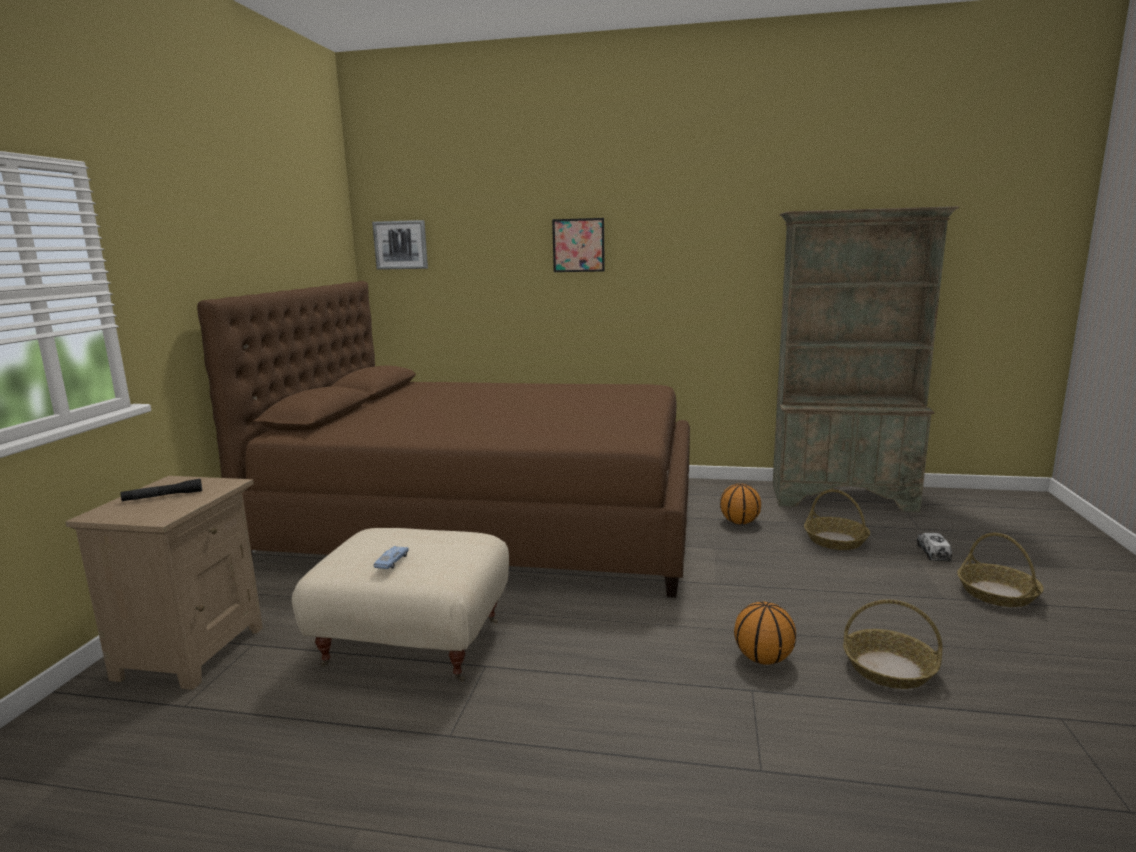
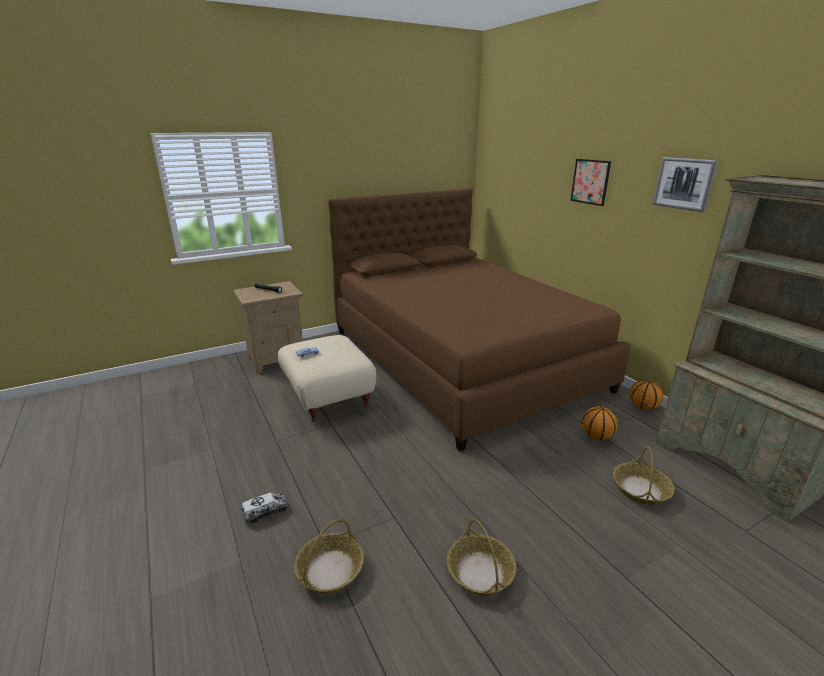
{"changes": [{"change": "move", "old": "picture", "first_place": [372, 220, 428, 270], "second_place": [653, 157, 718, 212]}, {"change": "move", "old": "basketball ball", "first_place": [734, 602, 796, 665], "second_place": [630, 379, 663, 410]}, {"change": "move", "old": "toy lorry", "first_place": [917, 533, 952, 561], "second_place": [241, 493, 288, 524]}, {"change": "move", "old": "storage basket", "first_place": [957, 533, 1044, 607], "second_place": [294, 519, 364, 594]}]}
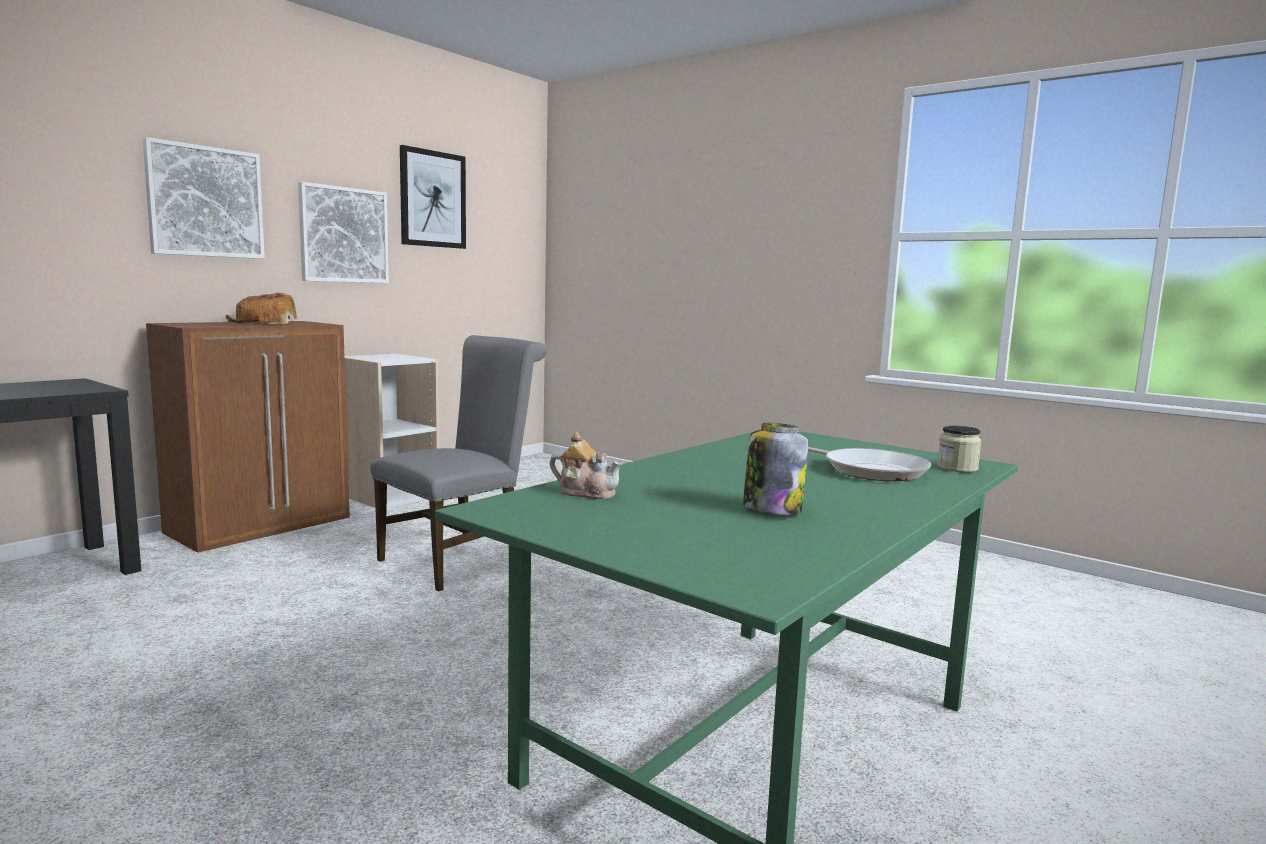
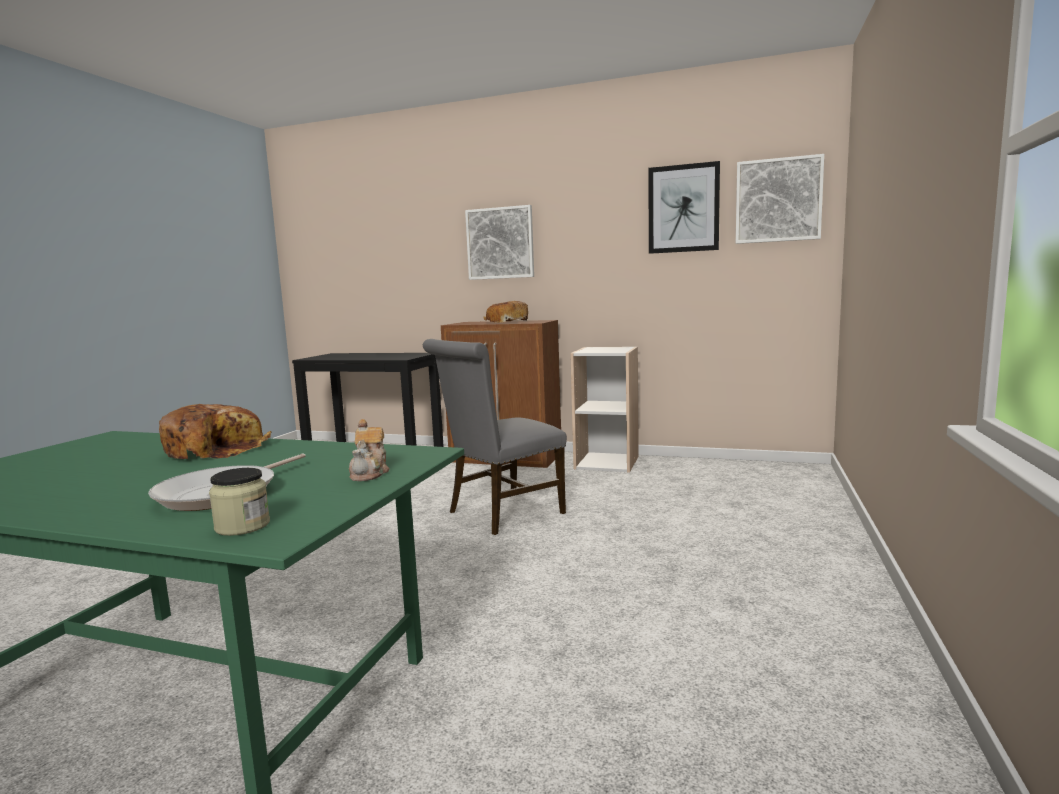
{"changes": [{"change": "delete", "old": "jar", "first_place": [743, 423, 808, 515]}, {"change": "insert", "new": "bakery bread", "second_place": [159, 404, 271, 459]}, {"change": "move", "old": "picture", "first_place": [298, 182, 389, 283], "second_place": [736, 154, 824, 244]}, {"change": "move", "old": "teapot", "first_place": [550, 432, 623, 499], "second_place": [349, 419, 389, 481]}, {"change": "rotate", "old": "plain chair/grey", "first_place": [370, 335, 547, 592], "second_place": [423, 339, 567, 535], "degrees": 120}]}
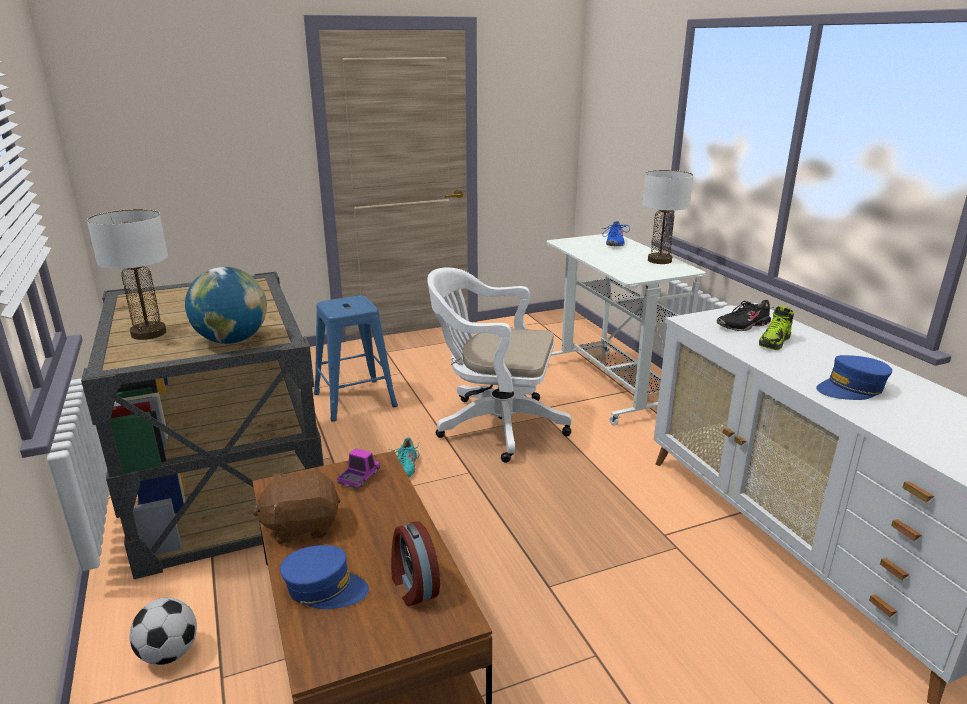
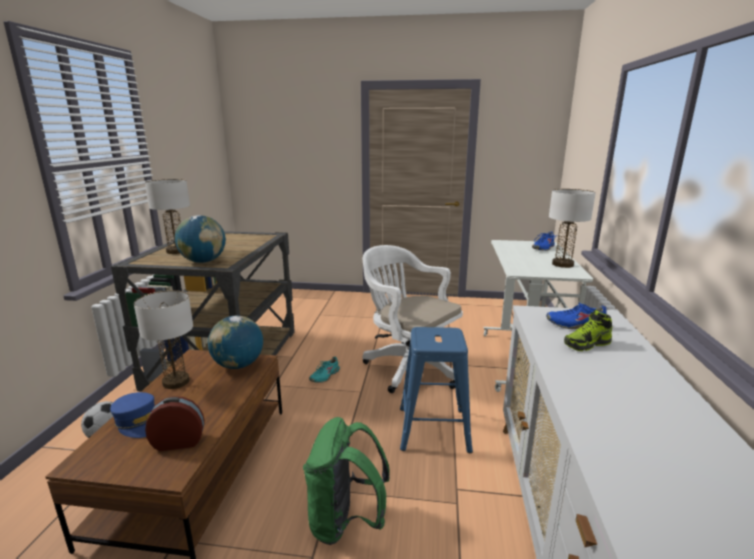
{"changes": [{"change": "delete", "old": "peaked cap/blue-coloured", "first_place": [816, 355, 892, 400]}, {"change": "insert", "new": "rucksack/green", "second_place": [303, 417, 390, 545]}, {"change": "move", "old": "stool seat/blue-coloured", "first_place": [314, 295, 398, 422], "second_place": [400, 327, 473, 453]}, {"change": "replace", "old": "soft toy/brown-coloured", "new": "table lamp", "first_place": [253, 471, 341, 544], "second_place": [134, 290, 193, 389]}, {"change": "replace", "old": "toy lorry", "new": "world globe", "first_place": [337, 448, 380, 489], "second_place": [208, 316, 263, 369]}, {"change": "recolor", "old": "item of footwear/black", "new": "item of footwear/blue-coloured", "first_place": [717, 299, 774, 331], "second_place": [546, 302, 607, 329]}, {"change": "rotate", "old": "alarm clock", "first_place": [391, 521, 440, 606], "second_place": [145, 396, 205, 451], "degrees": 75}]}
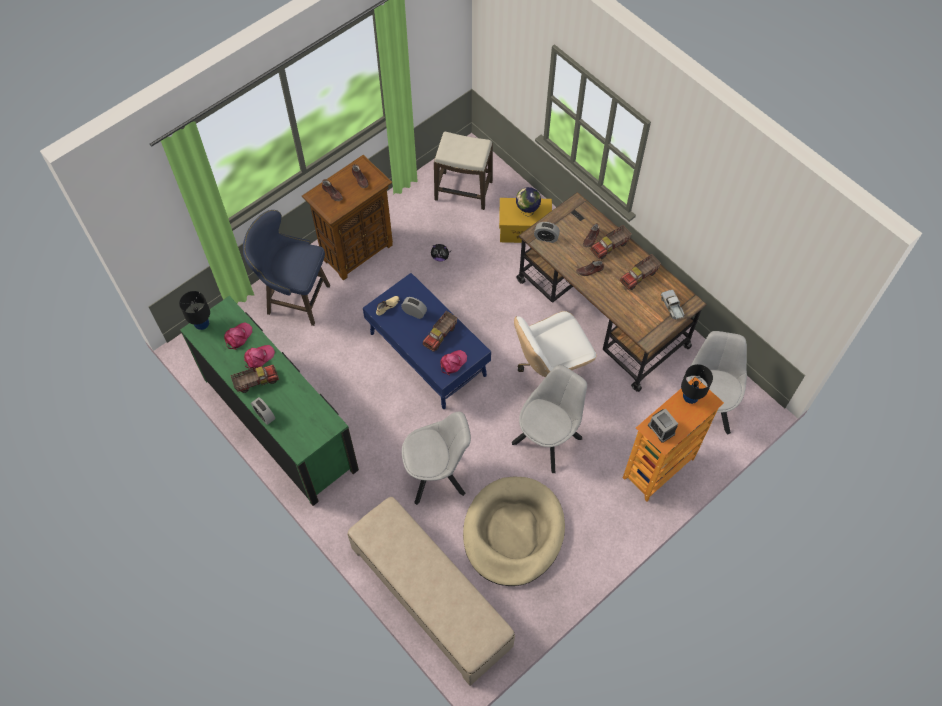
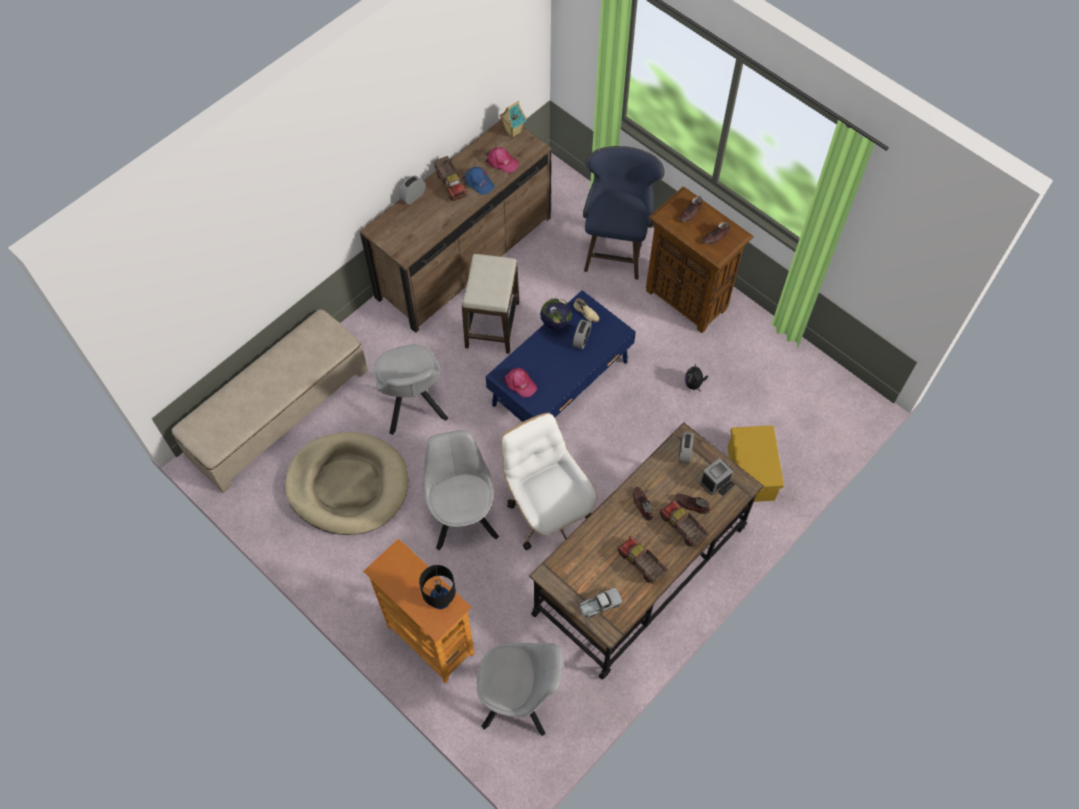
{"changes": [{"change": "delete", "old": "toy lorry", "first_place": [423, 311, 457, 352]}, {"change": "move", "old": "stool seat", "first_place": [434, 132, 493, 210], "second_place": [462, 254, 519, 354]}, {"change": "move", "old": "world globe", "first_place": [516, 187, 541, 217], "second_place": [540, 298, 572, 334]}, {"change": "move", "old": "alarm clock", "first_place": [648, 409, 678, 443], "second_place": [699, 458, 733, 495]}, {"change": "replace", "old": "table lamp/black", "new": "model house", "first_place": [179, 291, 210, 330], "second_place": [499, 101, 527, 138]}, {"change": "recolor", "old": "dresser/green", "new": "dresser/brown-coloured", "first_place": [180, 296, 359, 506], "second_place": [360, 119, 551, 333]}, {"change": "recolor", "old": "peaked cap/pink-coloured", "new": "peaked cap/blue-coloured", "first_place": [244, 345, 275, 369], "second_place": [463, 167, 494, 195]}, {"change": "rotate", "old": "plain chair/grey", "first_place": [512, 365, 587, 473], "second_place": [423, 430, 499, 550], "degrees": -135}]}
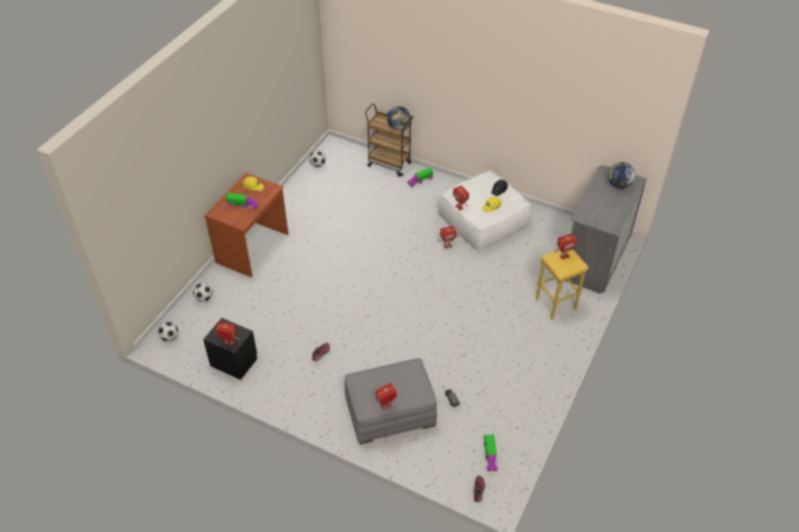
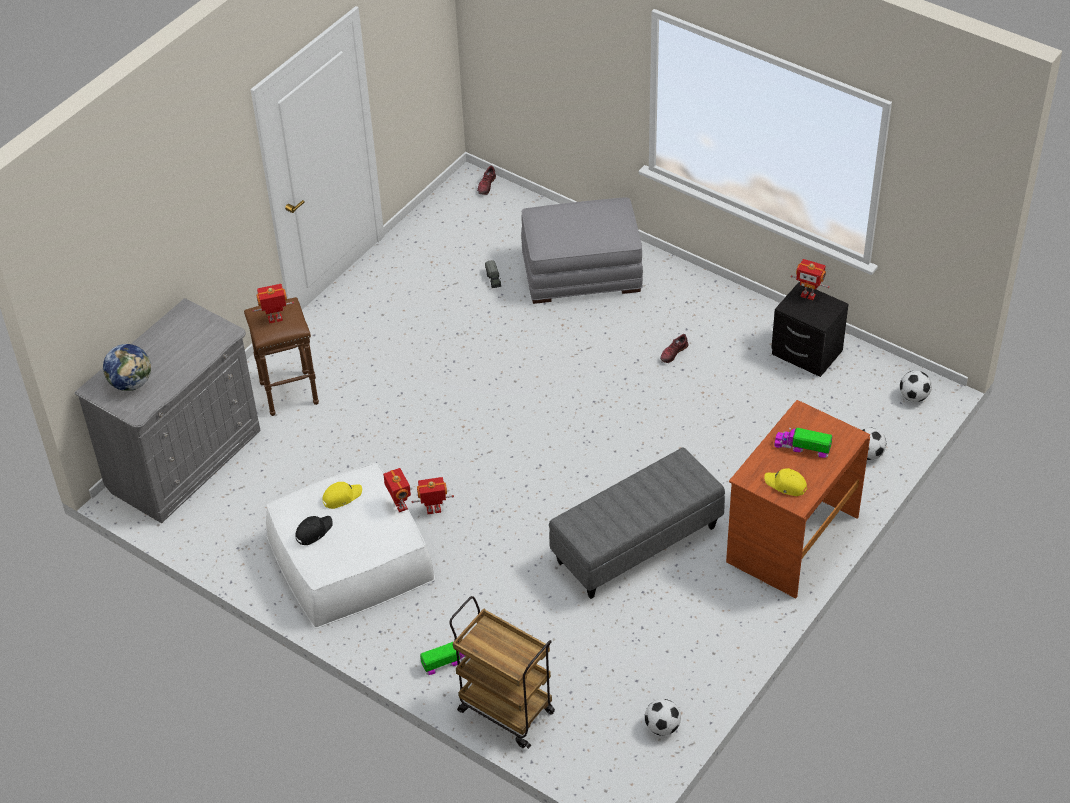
{"changes": [{"change": "delete", "old": "model robot", "first_place": [374, 383, 399, 410]}, {"change": "delete", "old": "world globe", "first_place": [387, 106, 410, 130]}, {"change": "delete", "old": "toy lorry", "first_place": [484, 435, 498, 471]}, {"change": "insert", "new": "pouffe/grey", "second_place": [549, 447, 725, 599]}, {"change": "recolor", "old": "stool seat/yellow-coloured", "new": "stool seat/brown-coloured", "first_place": [536, 249, 588, 320], "second_place": [244, 297, 319, 416]}]}
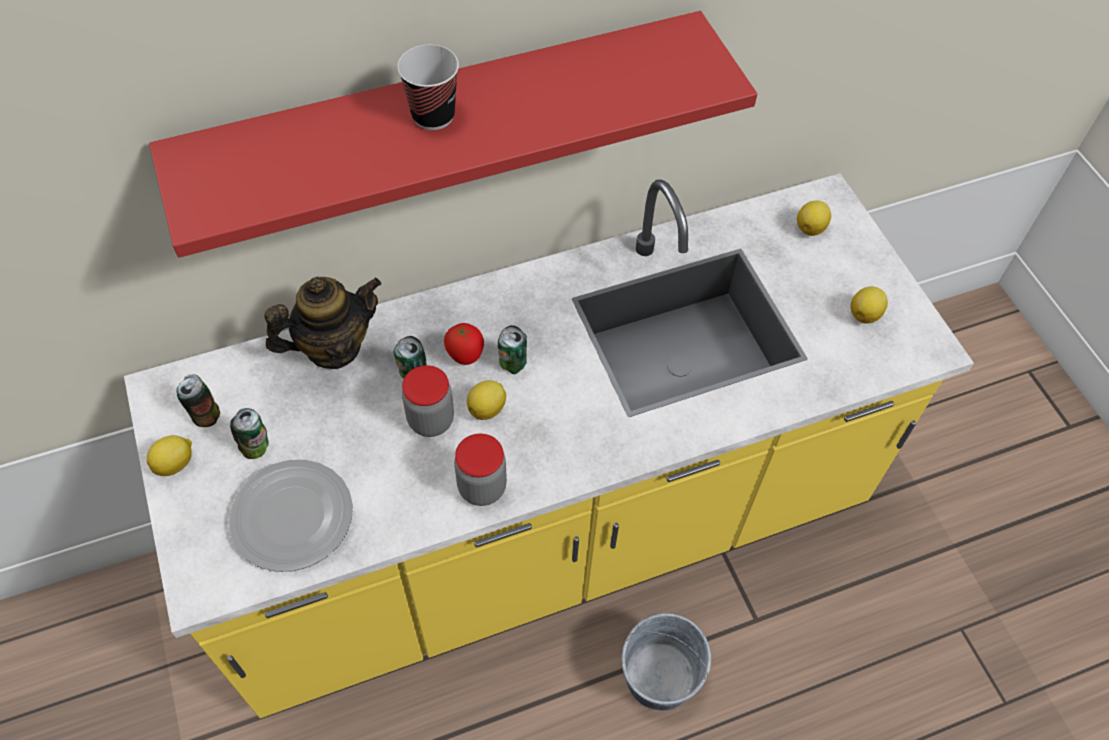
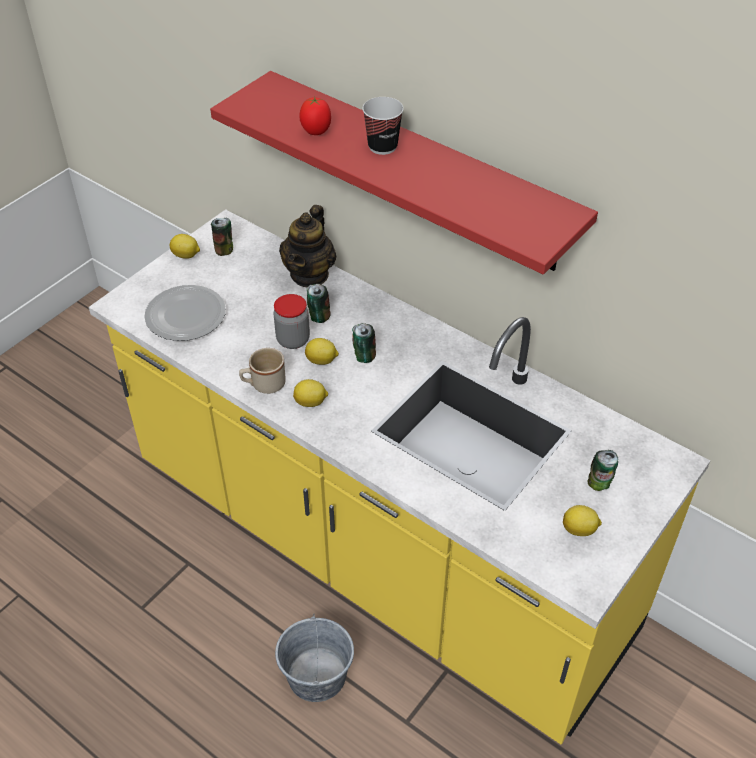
{"changes": [{"change": "move", "old": "sealed can", "first_place": [230, 408, 269, 459], "second_place": [587, 450, 618, 491]}, {"change": "move", "old": "tomato", "first_place": [444, 323, 484, 365], "second_place": [299, 97, 331, 135]}, {"change": "move", "old": "lemon", "first_place": [797, 200, 831, 236], "second_place": [293, 379, 328, 407]}, {"change": "replace", "old": "jar", "new": "tea mug/sand-coloured", "first_place": [454, 434, 507, 506], "second_place": [239, 348, 286, 394]}, {"change": "rotate", "old": "teapot", "first_place": [264, 277, 381, 369], "second_place": [279, 205, 337, 287], "degrees": 75}]}
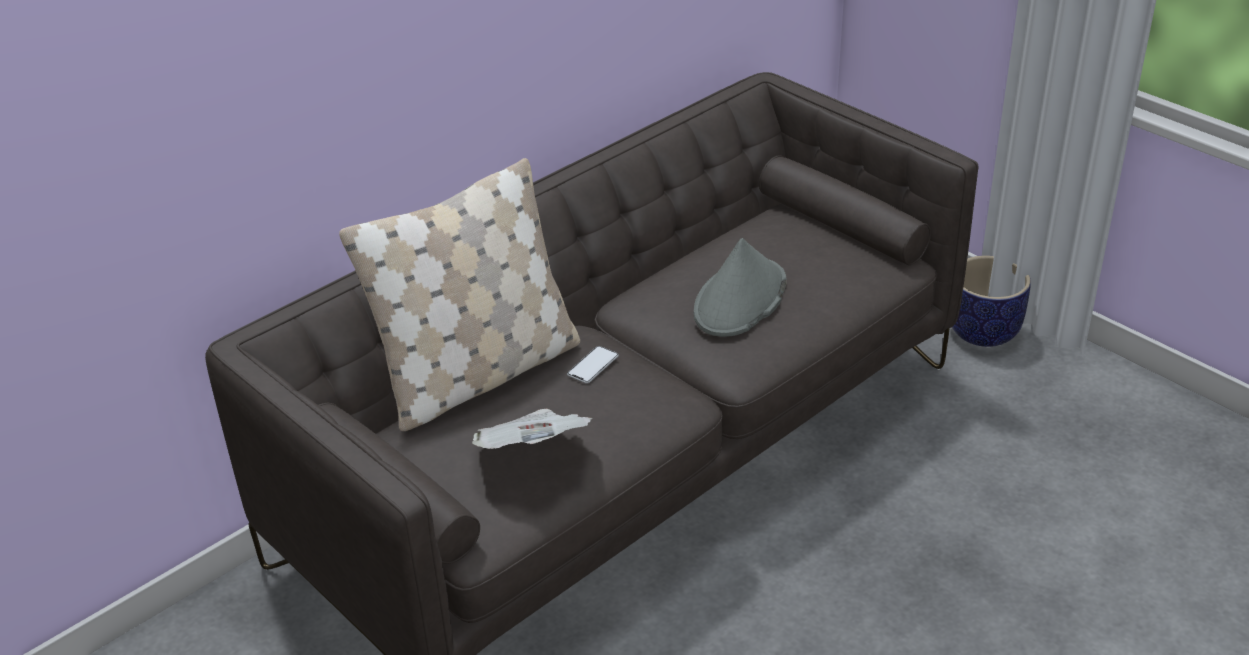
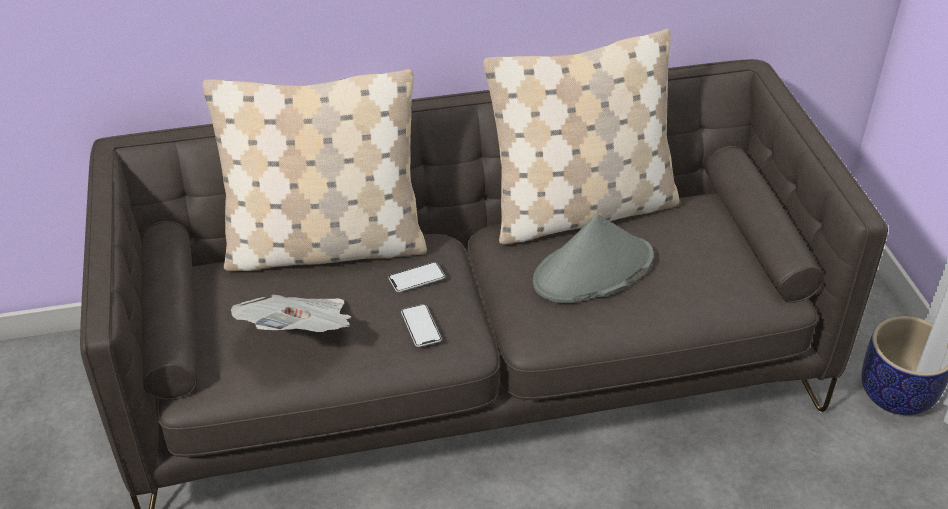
{"changes": [{"change": "insert", "new": "telephone", "second_place": [401, 304, 442, 347]}, {"change": "insert", "new": "cushion/sand-coloured", "second_place": [483, 29, 679, 244]}]}
